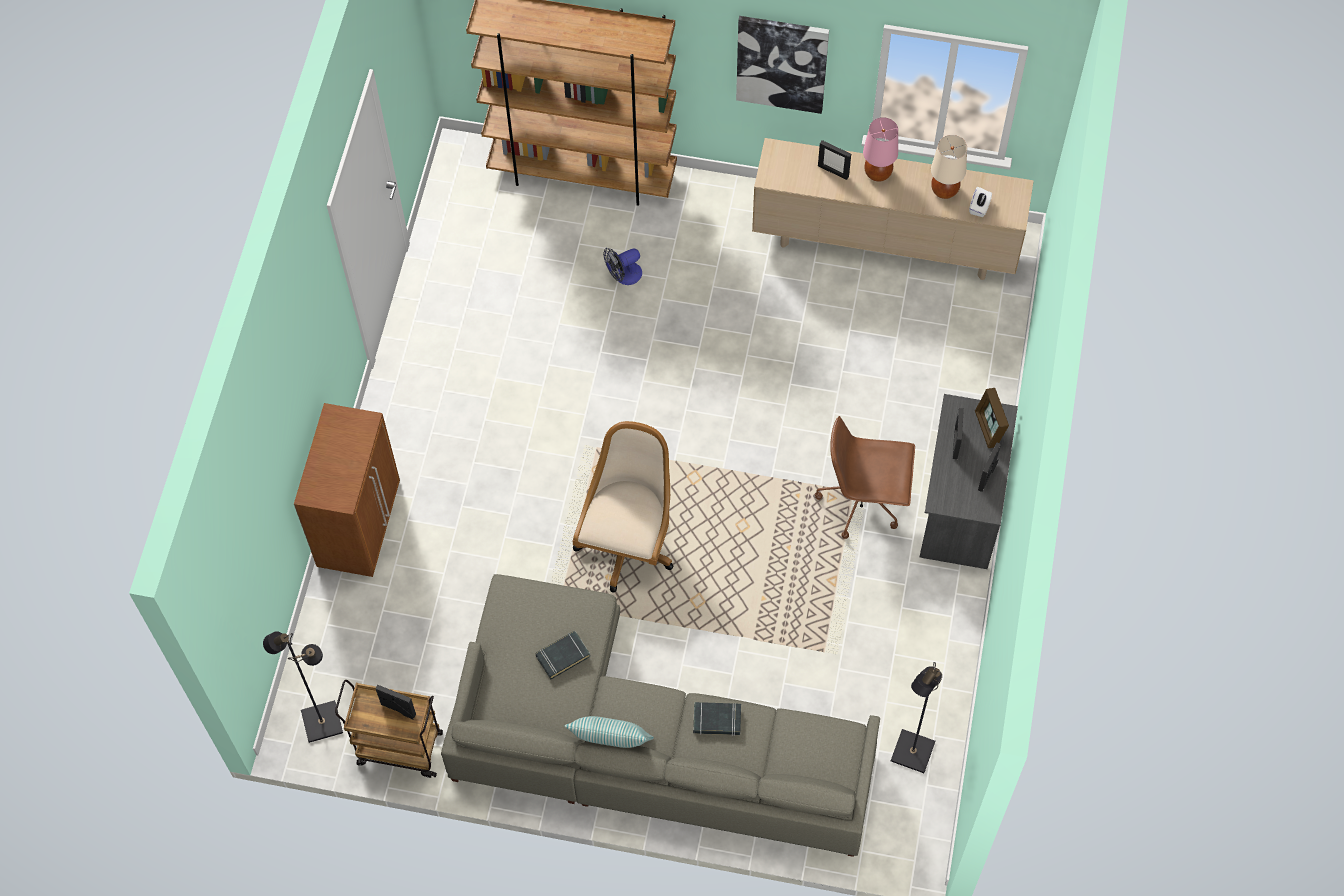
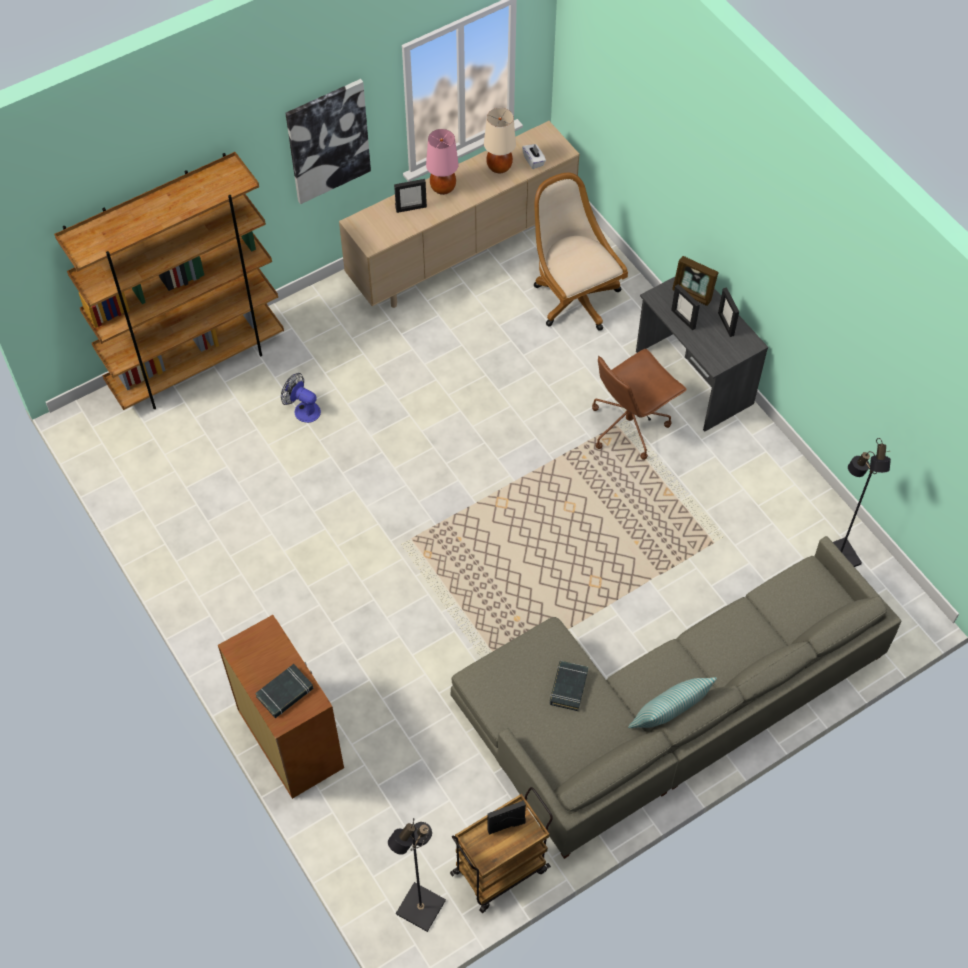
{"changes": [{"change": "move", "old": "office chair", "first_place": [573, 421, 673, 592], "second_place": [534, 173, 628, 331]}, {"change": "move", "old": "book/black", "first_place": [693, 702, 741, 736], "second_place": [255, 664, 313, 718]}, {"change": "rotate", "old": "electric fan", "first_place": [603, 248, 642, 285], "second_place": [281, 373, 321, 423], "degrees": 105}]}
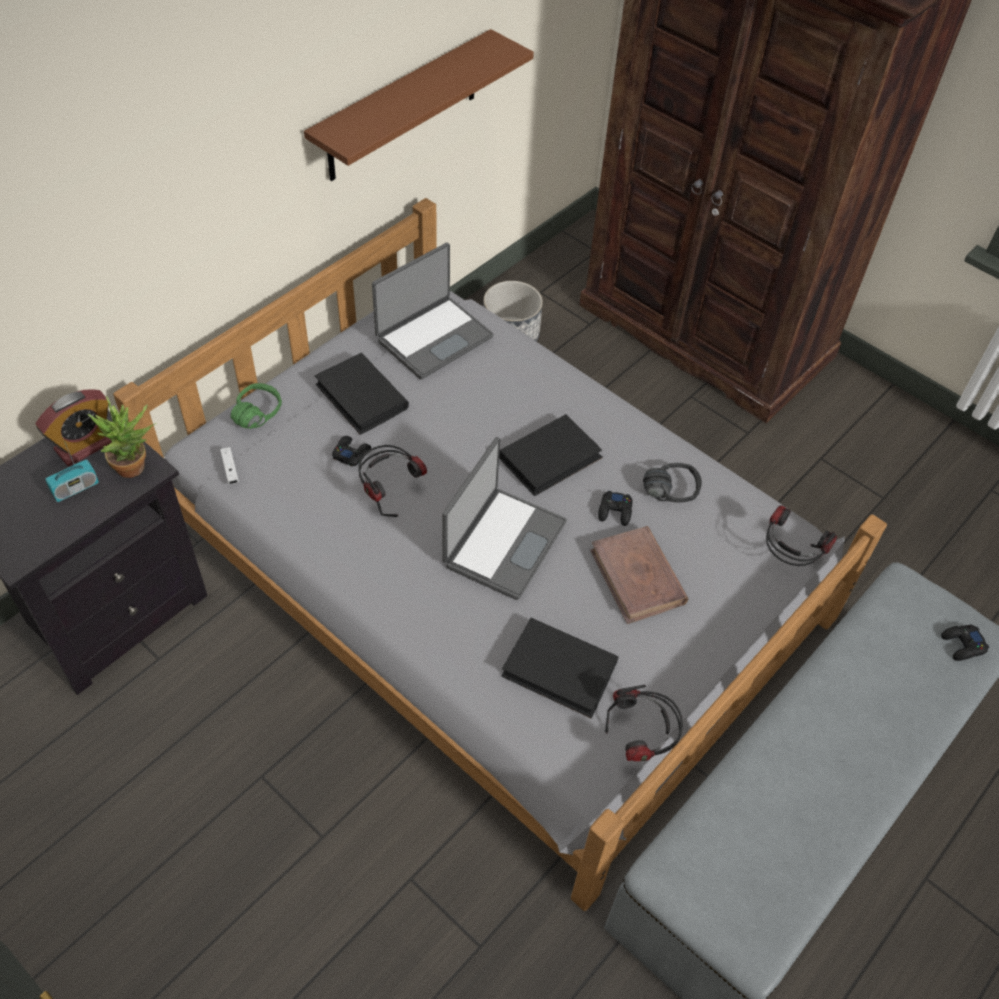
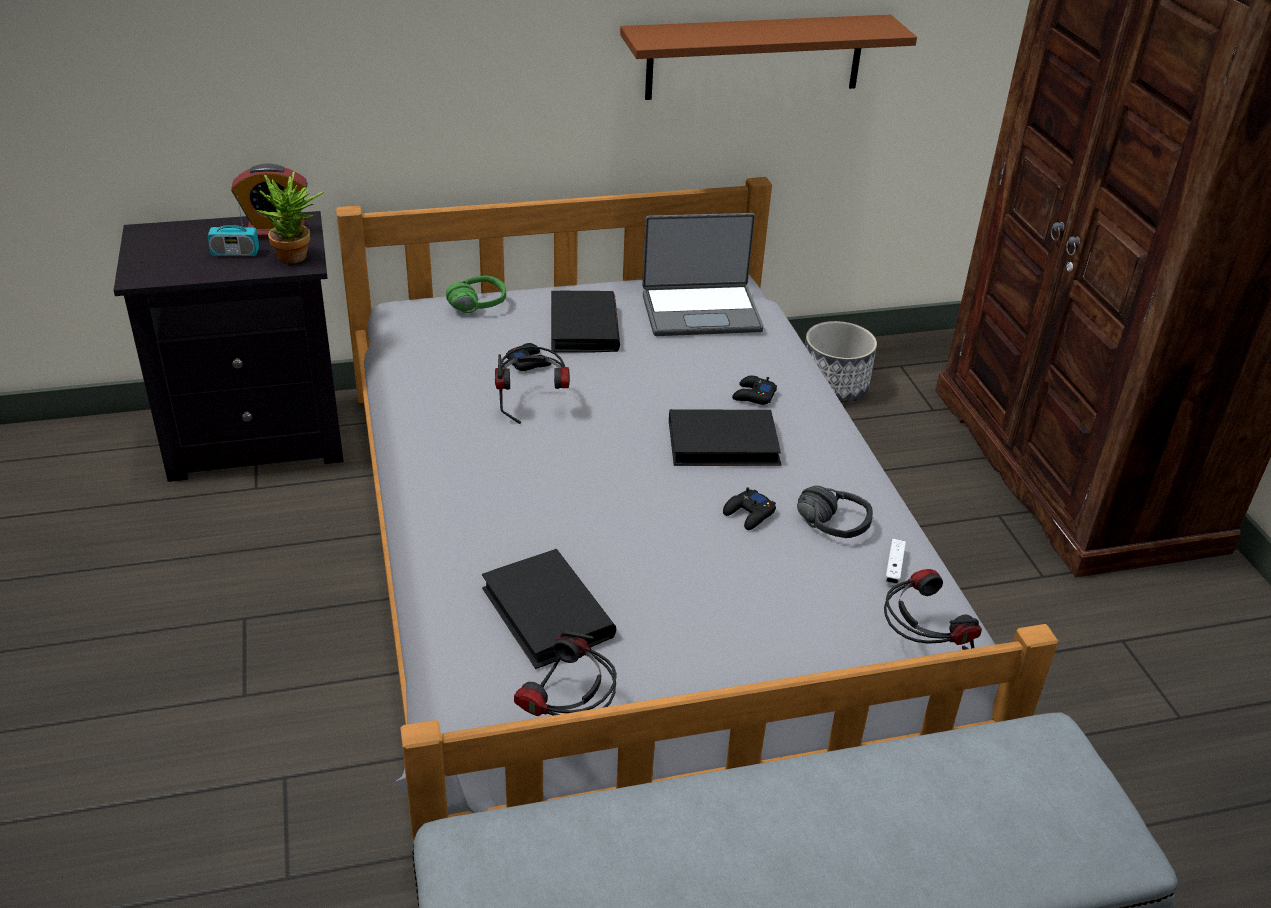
{"changes": [{"change": "delete", "old": "portable computer", "first_place": [442, 437, 567, 600]}, {"change": "delete", "old": "book/brown-coloured", "first_place": [590, 526, 688, 624]}, {"change": "move", "old": "game controller/whitish", "first_place": [220, 447, 239, 484], "second_place": [885, 539, 906, 584]}, {"change": "move", "old": "game controller/black", "first_place": [941, 624, 989, 661], "second_place": [732, 376, 777, 405]}]}
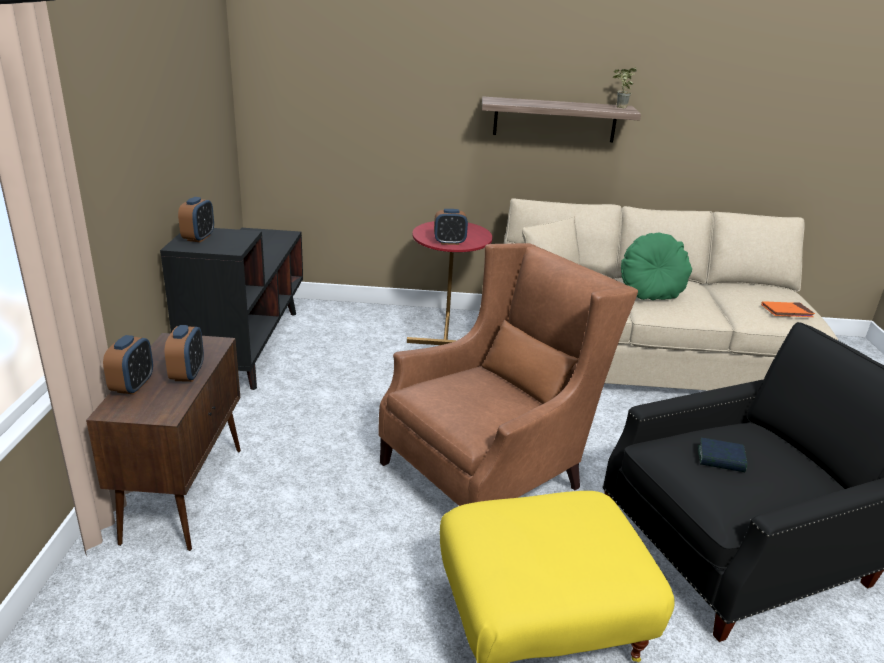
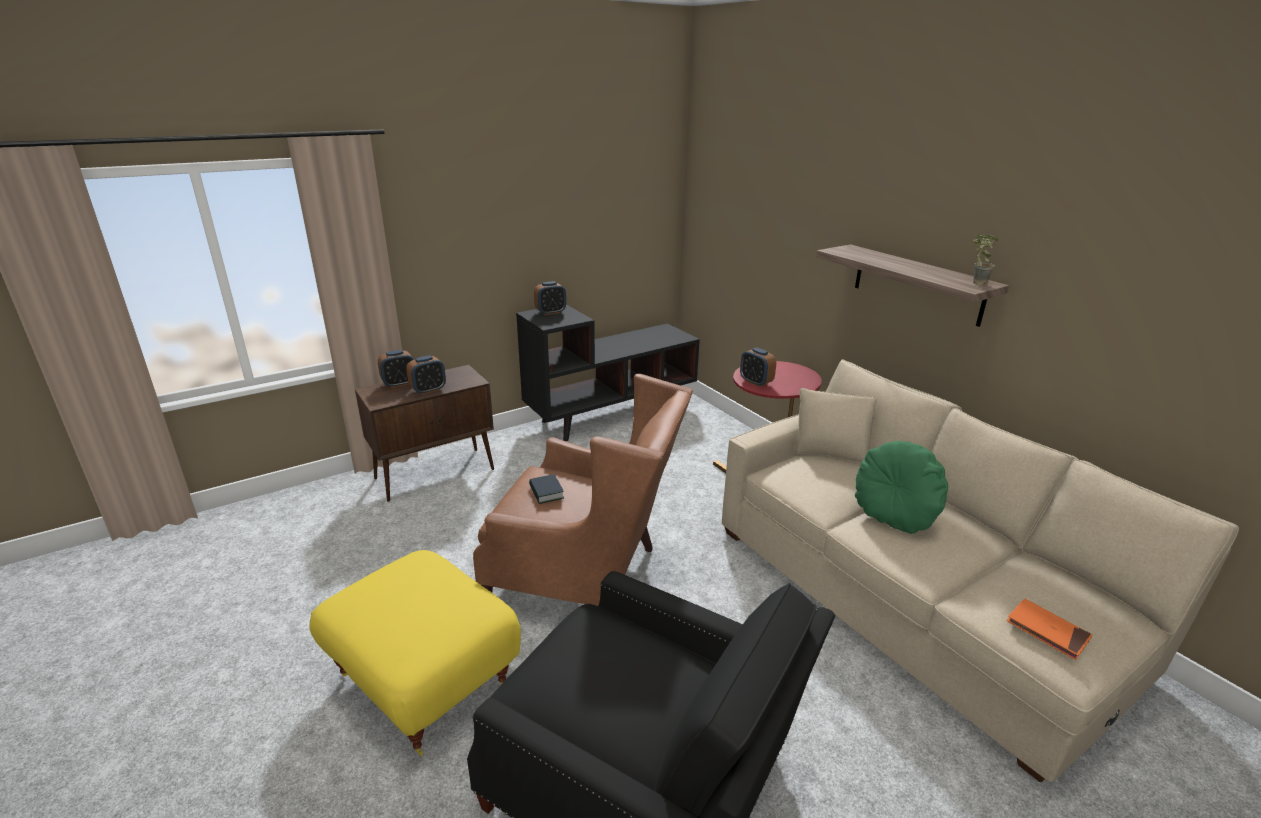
{"changes": [{"change": "move", "old": "book", "first_place": [698, 438, 748, 472], "second_place": [529, 474, 564, 504]}]}
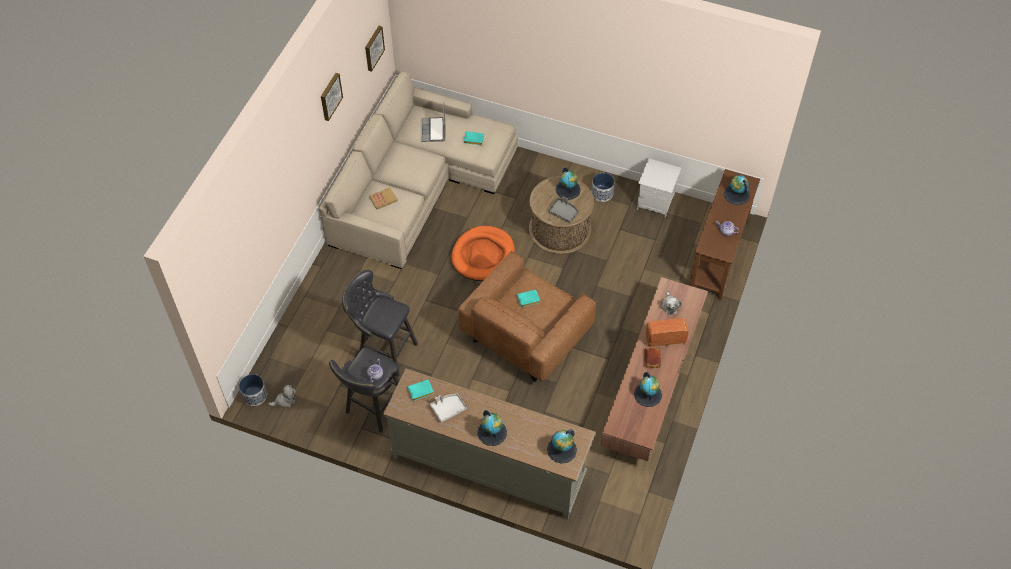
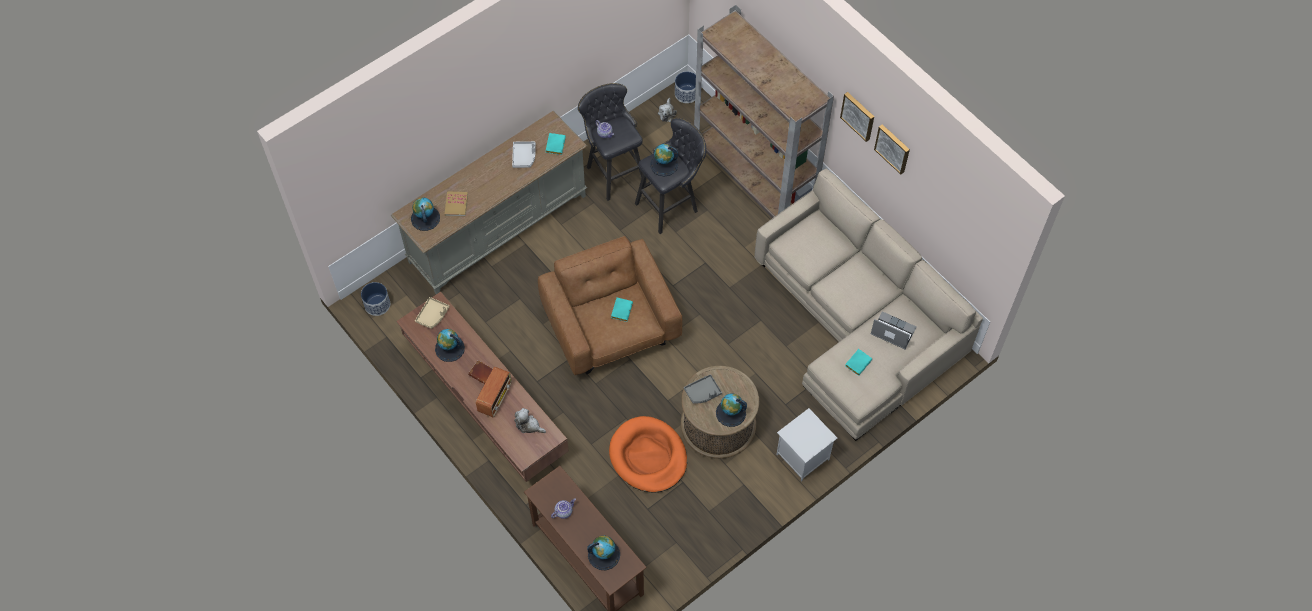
{"changes": [{"change": "insert", "new": "serving tray/sand-coloured", "second_place": [415, 297, 450, 329]}, {"change": "insert", "new": "bookcase/brown-coloured", "second_place": [694, 5, 834, 218]}, {"change": "move", "old": "picture", "first_place": [365, 26, 385, 72], "second_place": [840, 92, 874, 142]}, {"change": "move", "old": "book", "first_place": [369, 188, 398, 209], "second_place": [445, 191, 468, 216]}, {"change": "move", "old": "dog cushion/orange", "first_place": [452, 226, 515, 281], "second_place": [609, 416, 687, 493]}, {"change": "move", "old": "world globe", "first_place": [477, 410, 507, 446], "second_place": [650, 144, 679, 176]}, {"change": "move", "old": "planter", "first_place": [592, 173, 615, 202], "second_place": [361, 282, 390, 316]}, {"change": "move", "old": "nightstand/grey", "first_place": [637, 159, 681, 218], "second_place": [776, 408, 838, 482]}]}
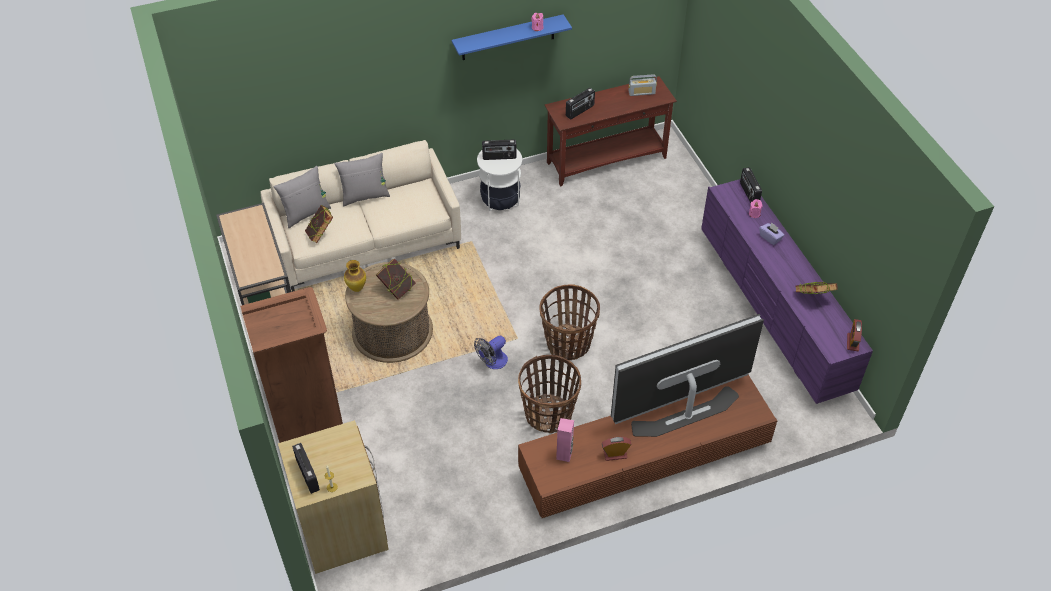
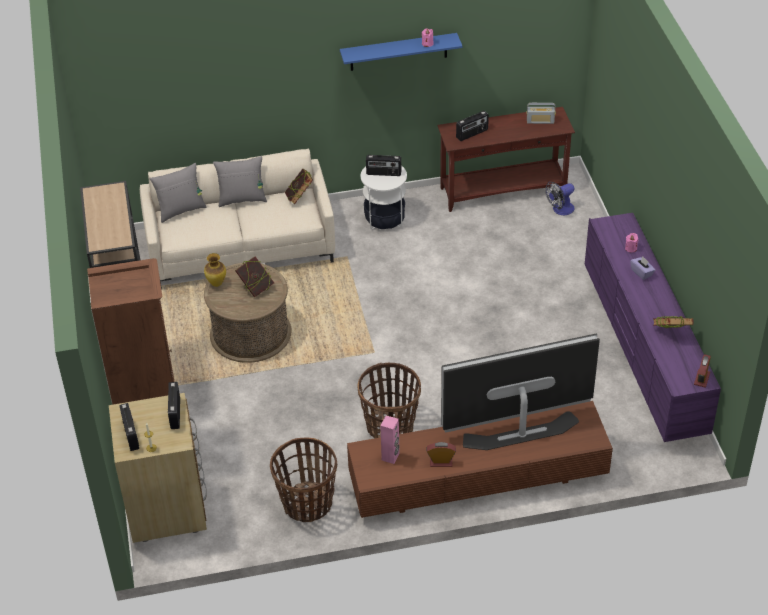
{"changes": [{"change": "move", "old": "book", "first_place": [305, 205, 333, 243], "second_place": [285, 169, 313, 204]}, {"change": "move", "old": "electric fan", "first_place": [474, 336, 508, 369], "second_place": [545, 182, 575, 215]}, {"change": "move", "old": "storage basket", "first_place": [539, 285, 600, 360], "second_place": [270, 437, 337, 522]}, {"change": "move", "old": "radio set", "first_place": [740, 167, 762, 203], "second_place": [168, 382, 180, 429]}]}
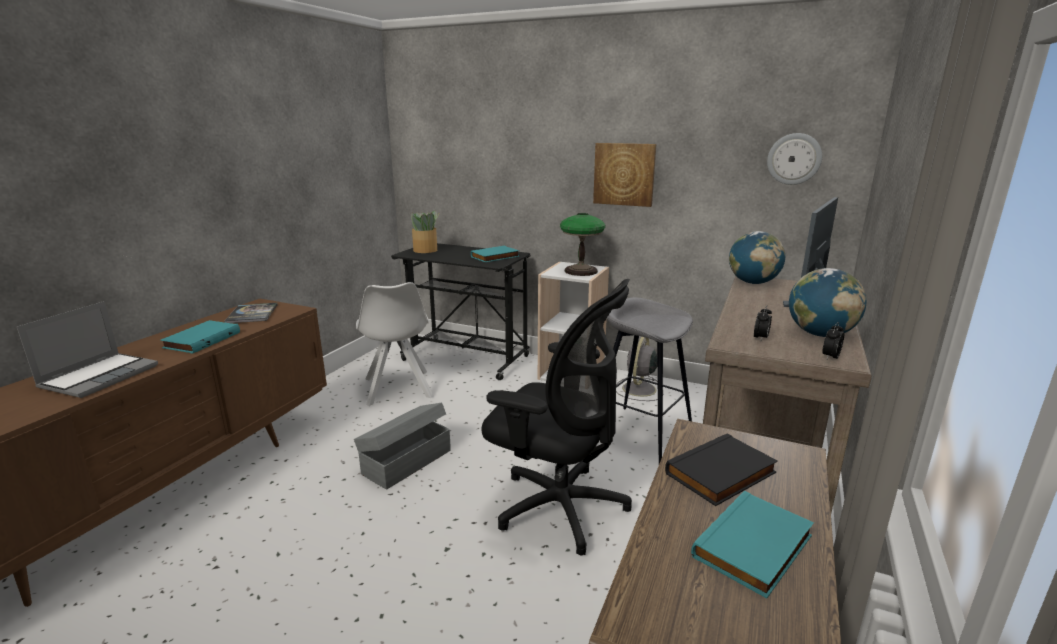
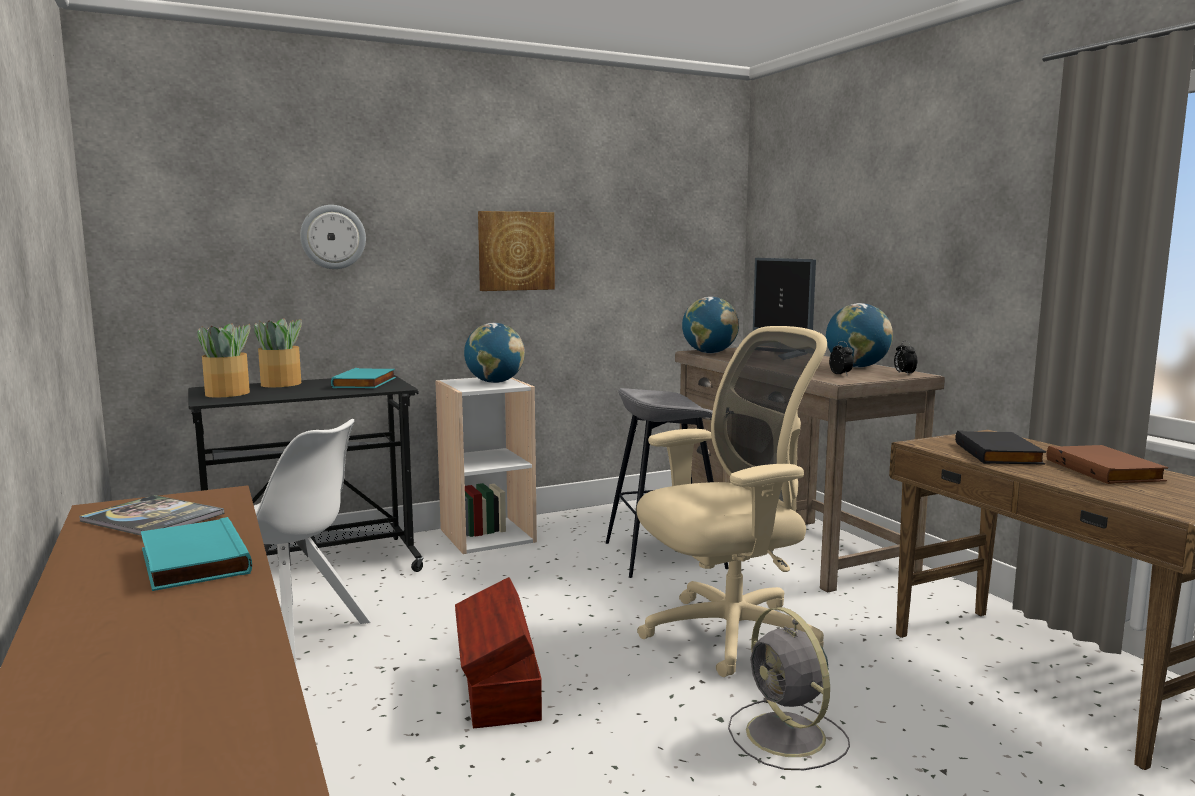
{"changes": [{"change": "delete", "old": "portable computer", "first_place": [17, 301, 158, 398]}, {"change": "insert", "new": "potted plant", "second_place": [254, 318, 302, 387]}, {"change": "move", "old": "electric fan/grey", "first_place": [616, 337, 658, 401], "second_place": [728, 607, 850, 770]}, {"change": "move", "old": "wall clock", "first_place": [767, 133, 822, 185], "second_place": [300, 205, 366, 269]}, {"change": "replace", "old": "table lamp", "new": "world globe", "first_place": [560, 213, 605, 276], "second_place": [464, 323, 525, 383]}, {"change": "recolor", "old": "storage bin/grey", "new": "storage bin/brown-coloured", "first_place": [354, 403, 451, 490], "second_place": [455, 577, 542, 728]}, {"change": "recolor", "old": "office chair/black", "new": "office chair/sand-coloured", "first_place": [481, 279, 632, 555], "second_place": [636, 326, 827, 677]}, {"change": "recolor", "old": "book/turquoise-coloured", "new": "book/brown-coloured", "first_place": [691, 491, 814, 598], "second_place": [1046, 445, 1168, 484]}]}
